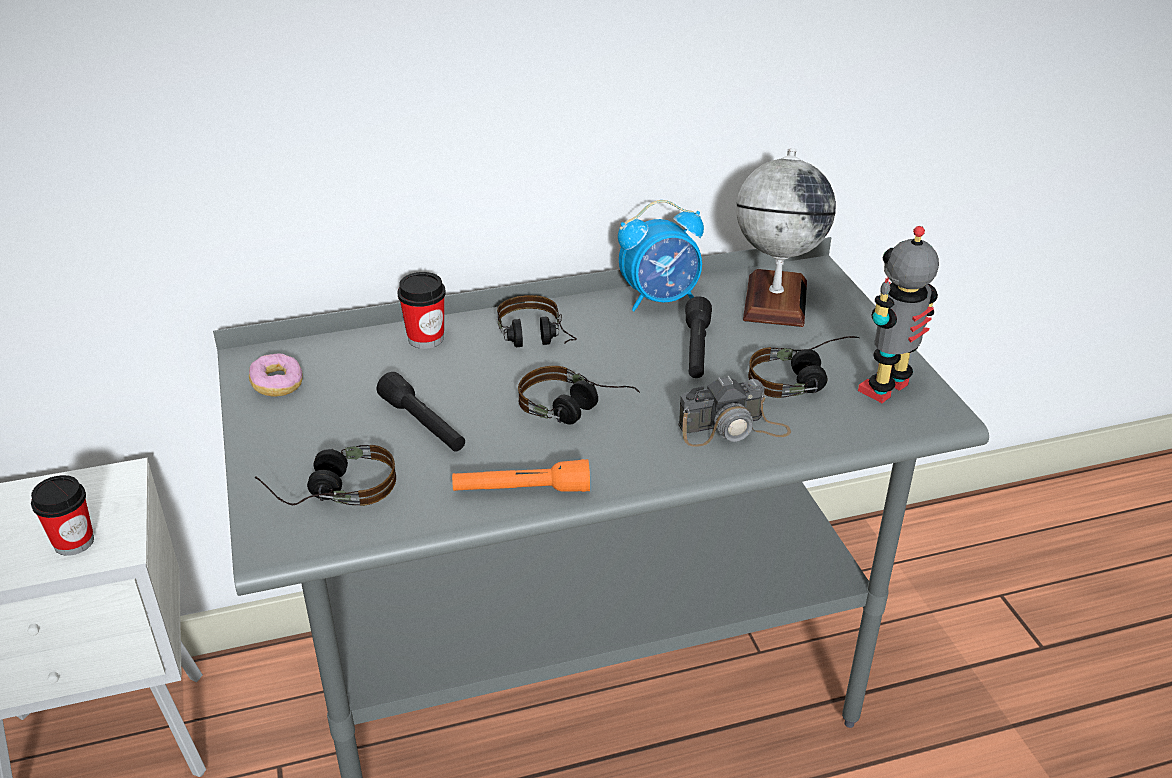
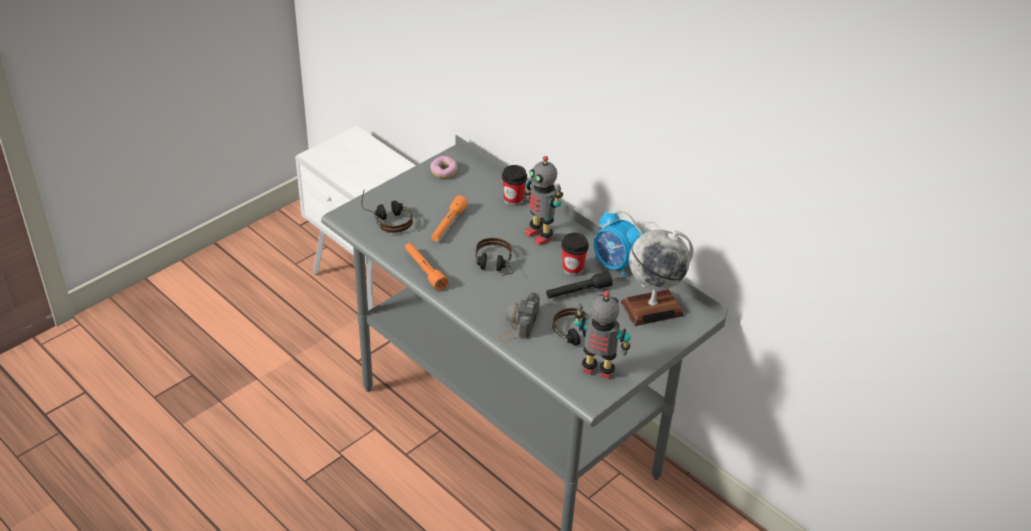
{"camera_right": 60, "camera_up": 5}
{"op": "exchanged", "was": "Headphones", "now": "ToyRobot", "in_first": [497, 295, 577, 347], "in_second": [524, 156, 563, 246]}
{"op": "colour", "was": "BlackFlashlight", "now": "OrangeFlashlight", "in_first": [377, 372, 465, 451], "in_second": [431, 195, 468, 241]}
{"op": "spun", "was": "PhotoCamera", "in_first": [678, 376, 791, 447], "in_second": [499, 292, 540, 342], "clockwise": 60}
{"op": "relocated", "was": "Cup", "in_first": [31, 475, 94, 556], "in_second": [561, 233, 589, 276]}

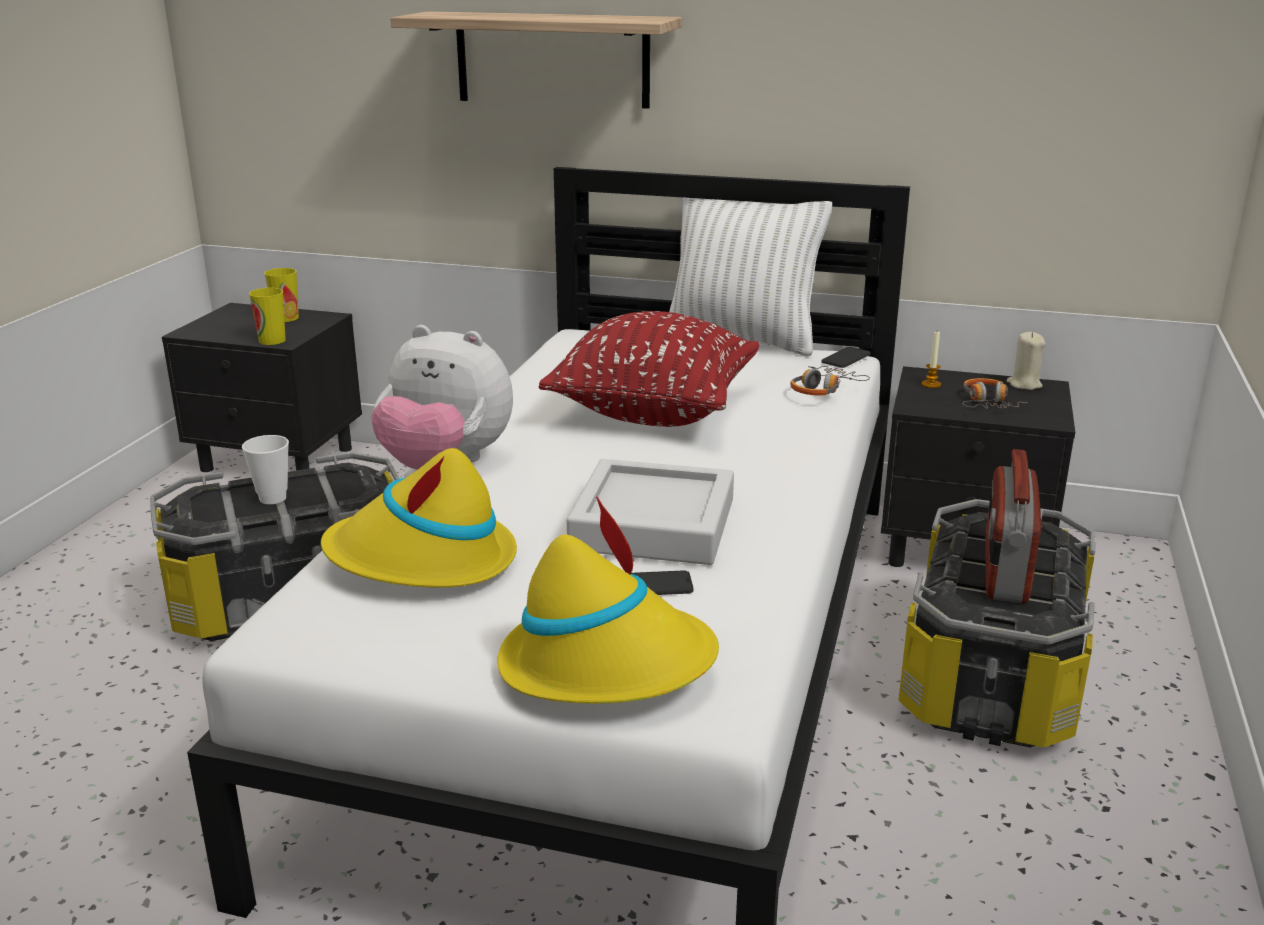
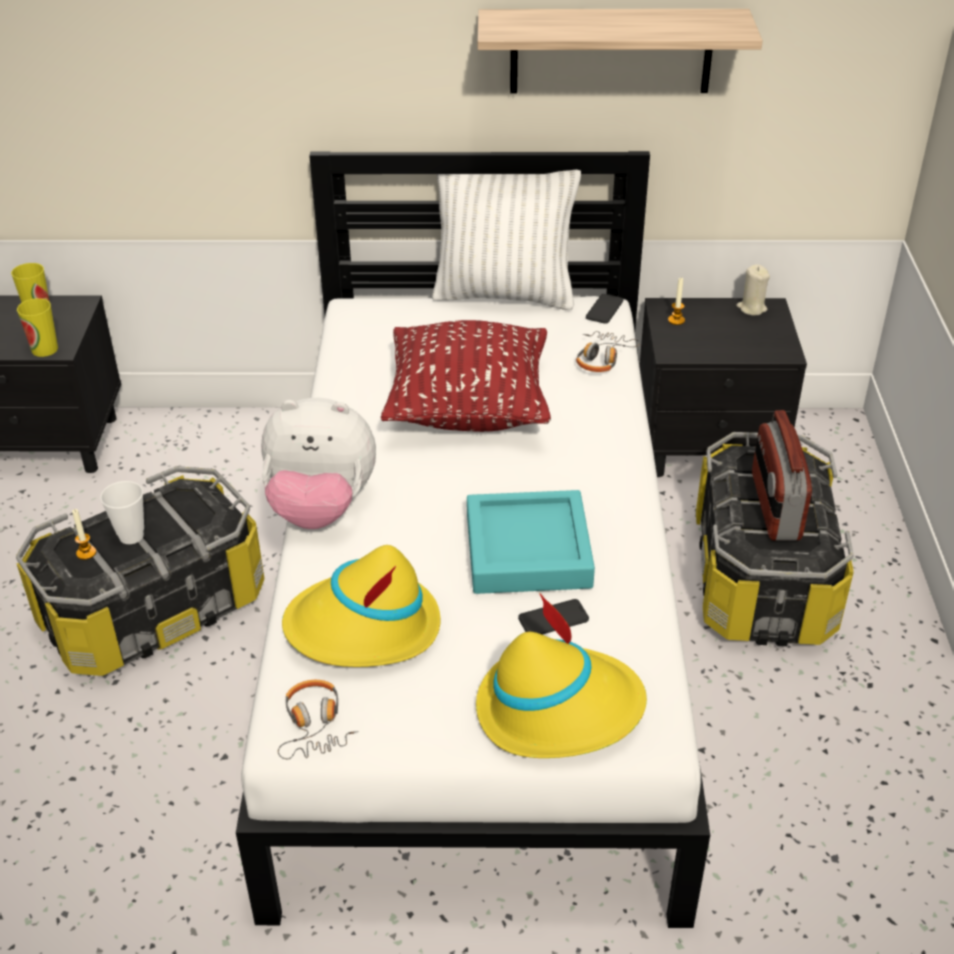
{"camera_right": -15, "camera_up": 15}
{"op": "relocated", "was": "Shelf", "in_first": [390, 11, 683, 109], "in_second": [477, 9, 763, 94]}
{"op": "relocated", "was": "Headphones", "in_first": [962, 378, 1028, 409], "in_second": [278, 680, 359, 759]}
{"op": "colour", "was": "GreyTray", "now": "TurquoiseTray", "in_first": [567, 459, 734, 565], "in_second": [467, 490, 595, 594]}
{"op": "appeared", "now": "Candle", "in_second": [72, 509, 96, 560]}

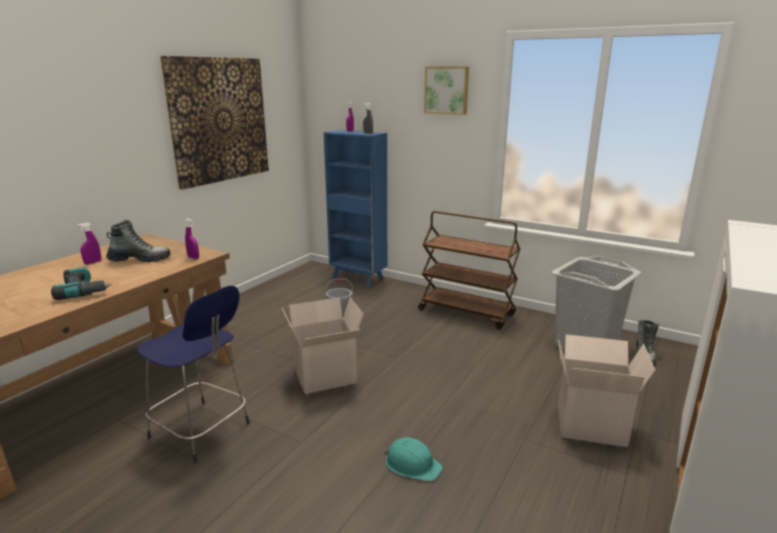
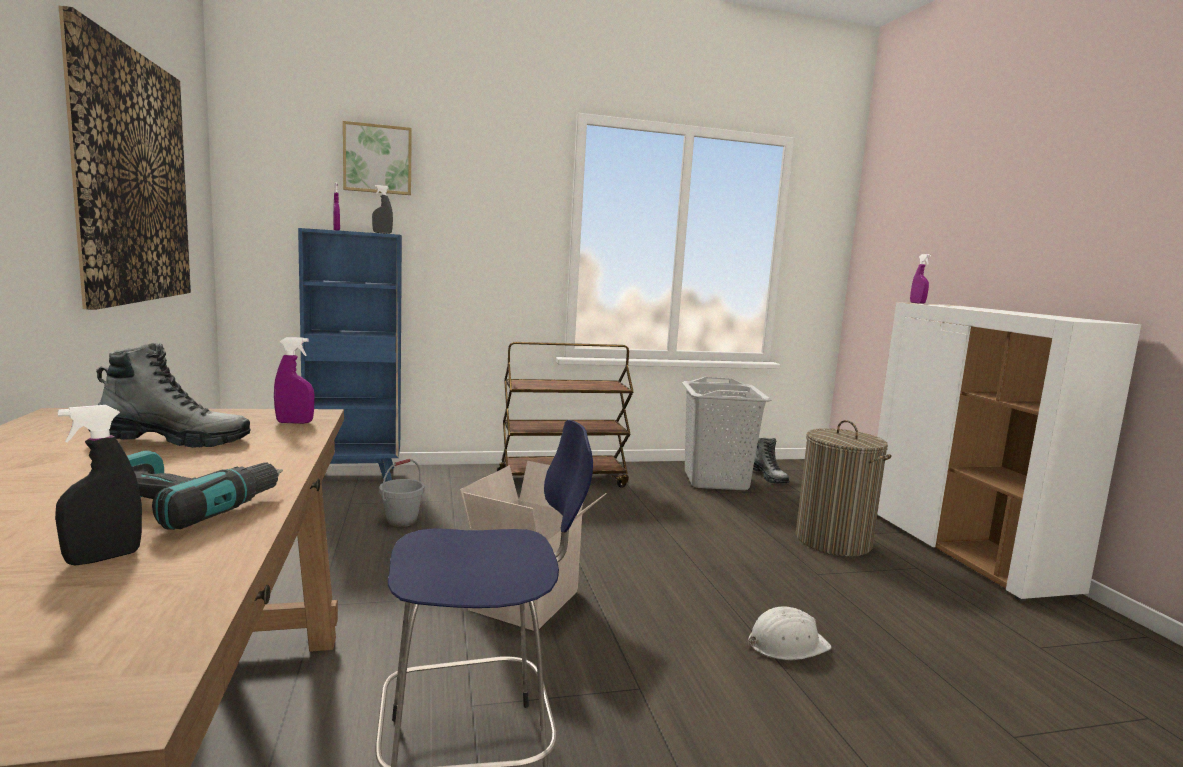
{"camera_right": -45, "camera_up": -10}
{"op": "relocated", "was": "Picture", "in_first": [424, 66, 469, 115], "in_second": [343, 121, 412, 195]}
{"op": "spun", "was": "Boot", "in_first": [106, 220, 170, 262], "in_second": [88, 343, 251, 448], "clockwise": 45}
{"op": "relocated", "was": "PurpleSprayBottle", "in_first": [77, 222, 101, 265], "in_second": [910, 254, 931, 304]}
{"op": "exchanged", "was": "CardboardBox", "now": "LaundryBasket", "in_first": [558, 334, 655, 447], "in_second": [796, 420, 892, 556]}
{"op": "colour", "was": "TurquoiseHardHat", "now": "WhiteHardHat", "in_first": [384, 437, 443, 481], "in_second": [748, 606, 831, 660]}
{"op": "appeared", "now": "BlackSprayBottle", "in_second": [55, 405, 142, 566]}

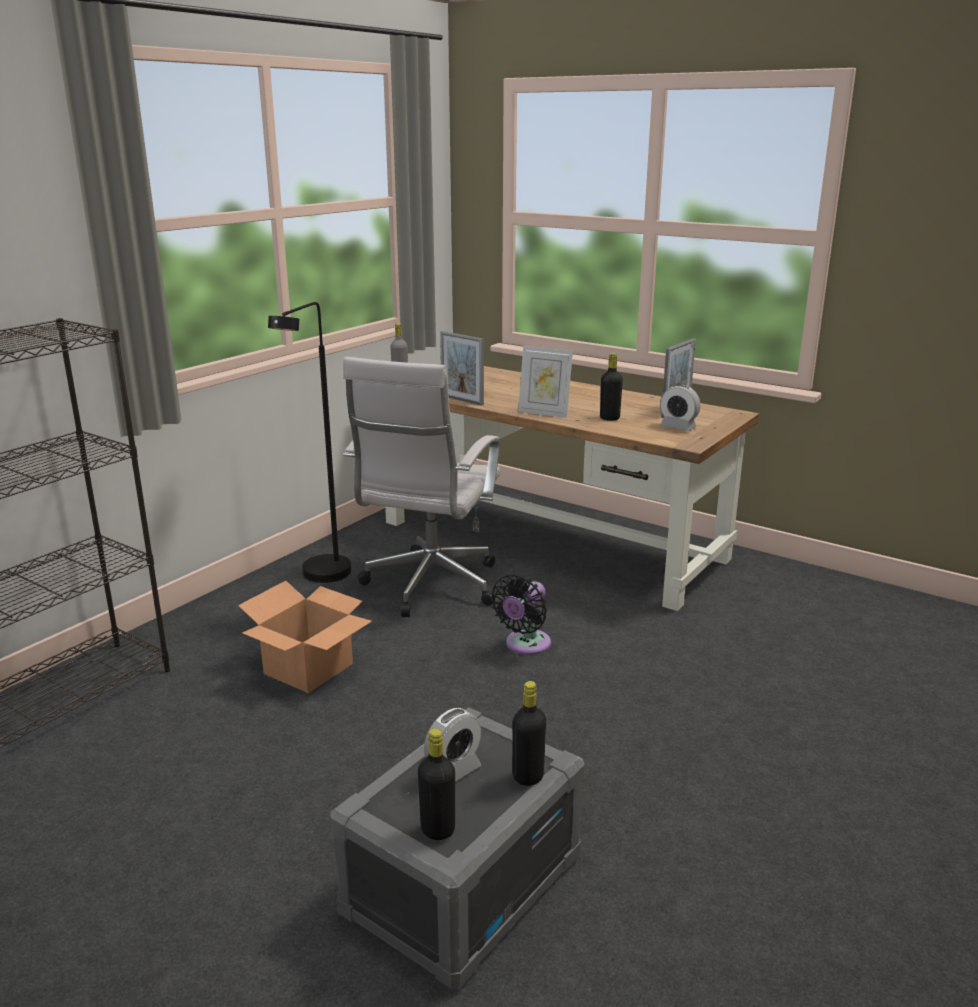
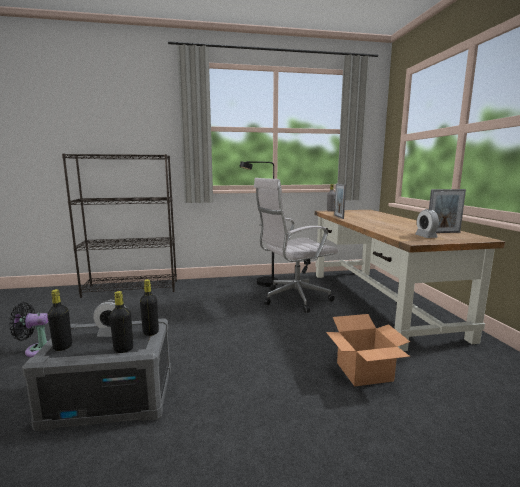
{"camera_right": 45, "camera_up": -10}
{"op": "missing", "was": "PictureFrame", "in_first": [518, 346, 573, 418]}
{"op": "relocated", "was": "BlackBottle", "in_first": [600, 353, 623, 421], "in_second": [140, 279, 159, 336]}
{"op": "relocated", "was": "BlackFan", "in_first": [491, 574, 551, 655], "in_second": [9, 302, 48, 357]}
{"op": "relocated", "was": "CardboardBox", "in_first": [238, 581, 372, 693], "in_second": [326, 314, 410, 387]}

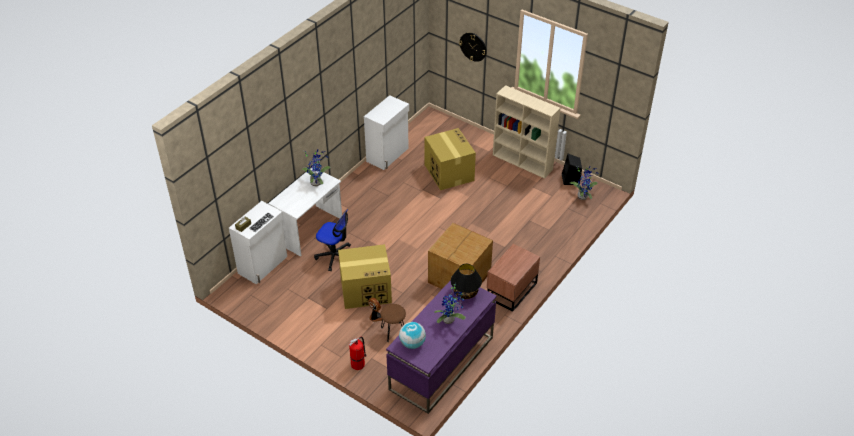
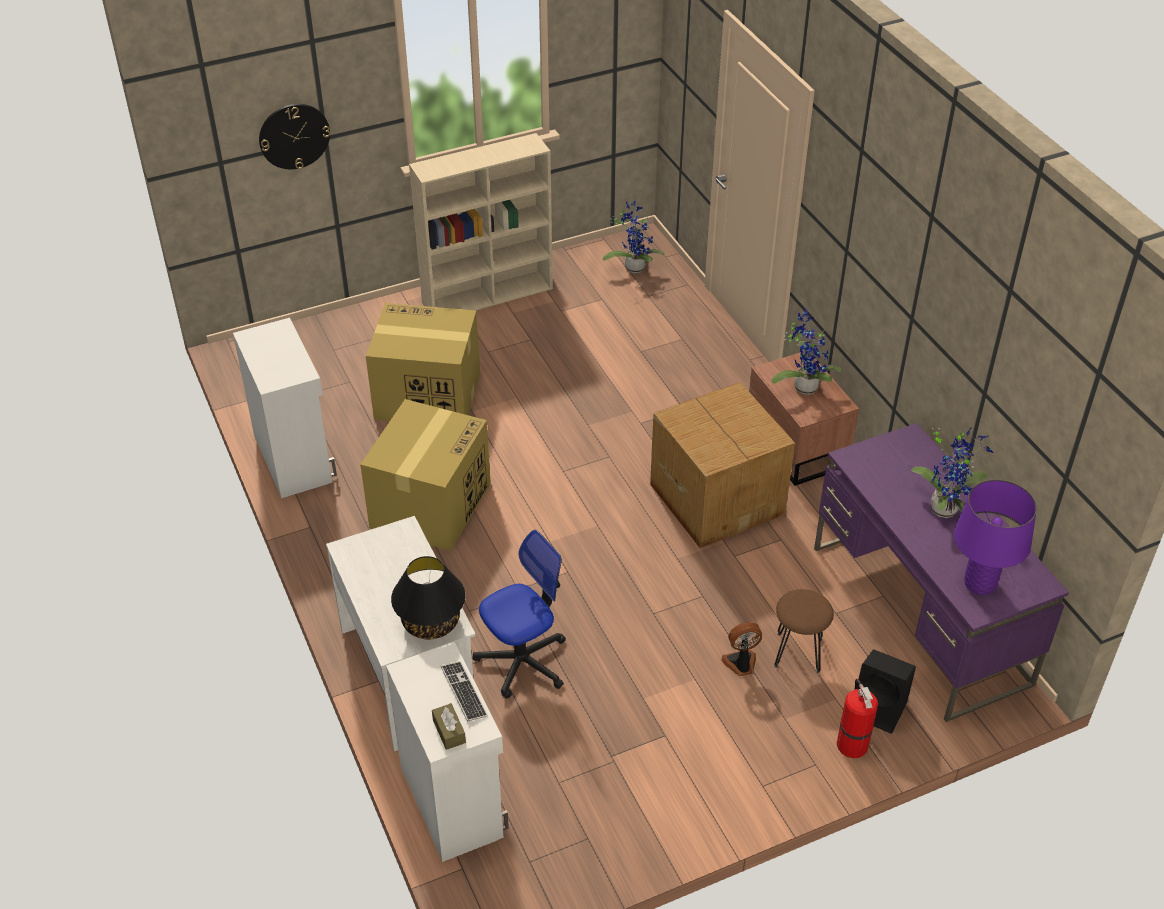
{"camera_right": -60, "camera_up": 0}
{"op": "relocated", "was": "PottedPlant", "in_first": [301, 149, 330, 186], "in_second": [771, 309, 842, 395]}
{"op": "relocated", "was": "BlackSpeaker", "in_first": [562, 154, 582, 185], "in_second": [858, 649, 916, 734]}
{"op": "relocated", "was": "CardboardBox", "in_first": [338, 244, 392, 309], "in_second": [360, 399, 491, 551]}
{"op": "relocated", "was": "BlackTableLamp", "in_first": [451, 264, 482, 299], "in_second": [391, 556, 465, 639]}
{"op": "exchanged", "was": "Globe", "now": "PurpleTableLamp", "in_first": [399, 322, 426, 349], "in_second": [954, 480, 1037, 595]}

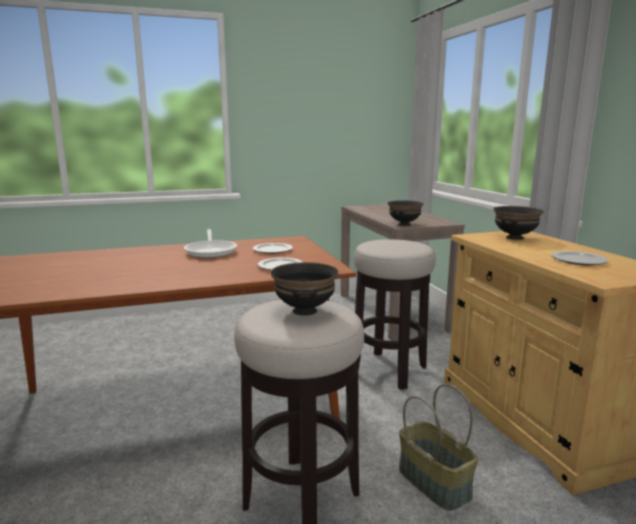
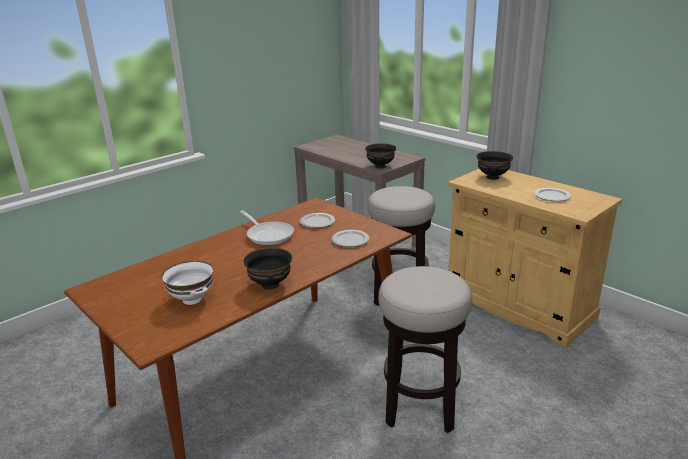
{"camera_right": -25, "camera_up": 10}
{"op": "relocated", "was": "BlackBowl", "in_first": [271, 262, 339, 316], "in_second": [243, 248, 292, 290]}
{"op": "missing", "was": "Basket", "in_first": [399, 384, 478, 511]}
{"op": "appeared", "now": "WhiteBowl", "in_second": [162, 261, 214, 305]}

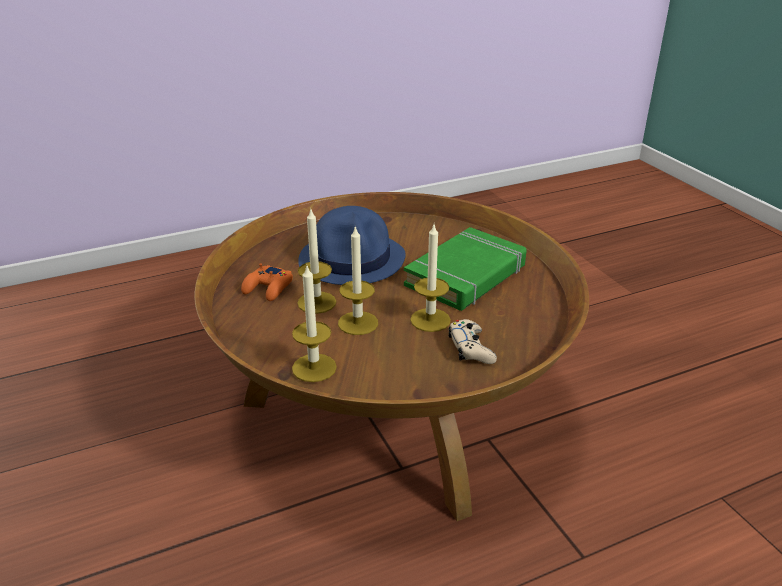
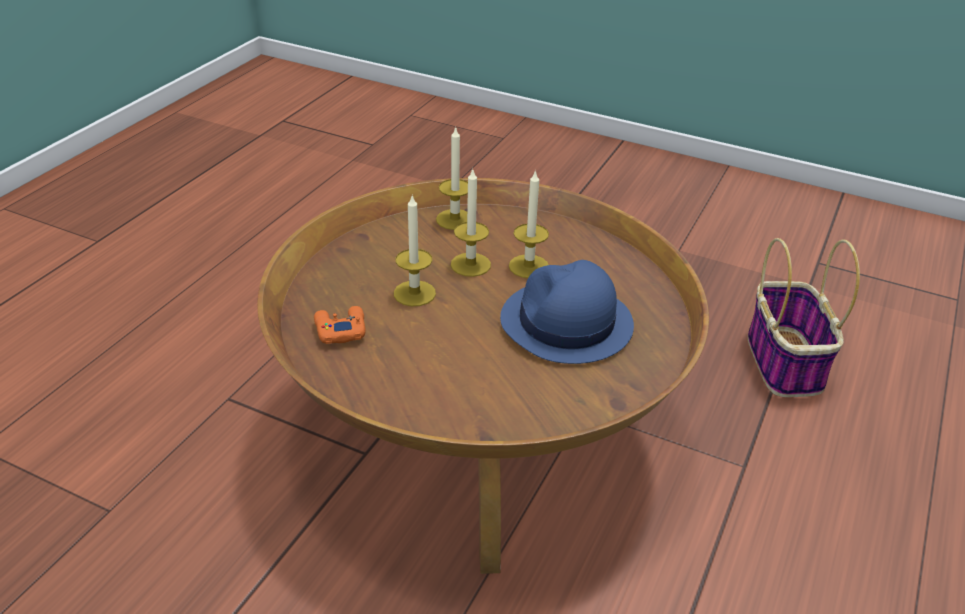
{"camera_right": 140, "camera_up": 5}
{"op": "missing", "was": "GreenBook", "in_first": [404, 227, 527, 311]}
{"op": "relocated", "was": "OrangeGameController", "in_first": [241, 263, 293, 301], "in_second": [314, 306, 365, 344]}
{"op": "missing", "was": "BeigeGameController", "in_first": [449, 319, 497, 364]}
{"op": "appeared", "now": "Basket", "in_second": [747, 238, 860, 397]}

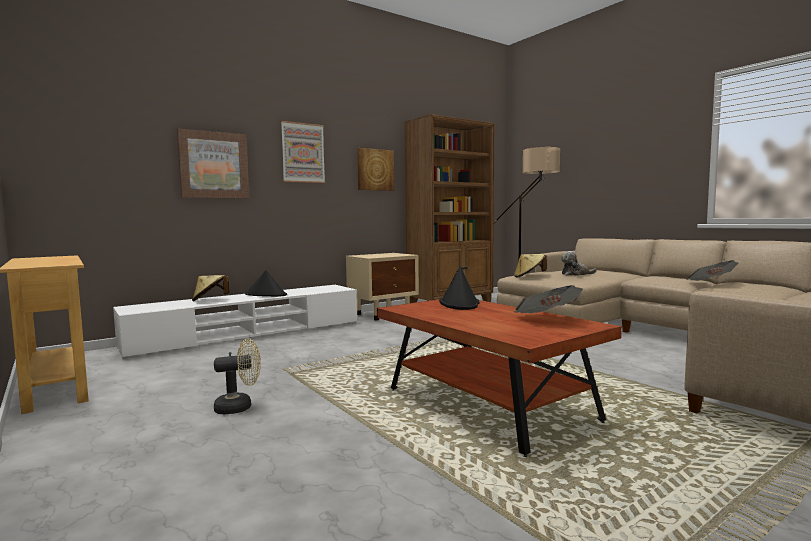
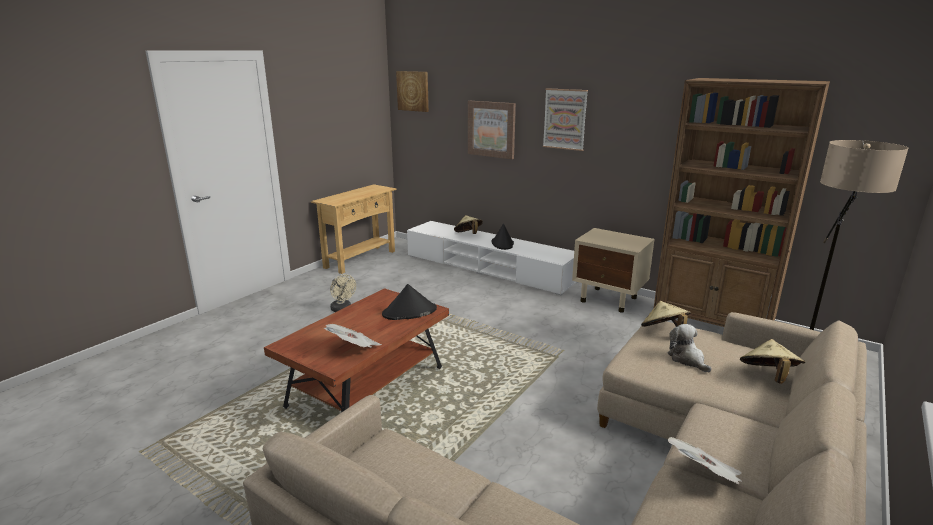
{"camera_right": 70, "camera_up": 15}
{"op": "relocated", "was": "Picture", "in_first": [357, 148, 394, 191], "in_second": [396, 71, 429, 112]}
{"op": "appeared", "now": "BeigeHat", "in_second": [740, 339, 805, 384]}

